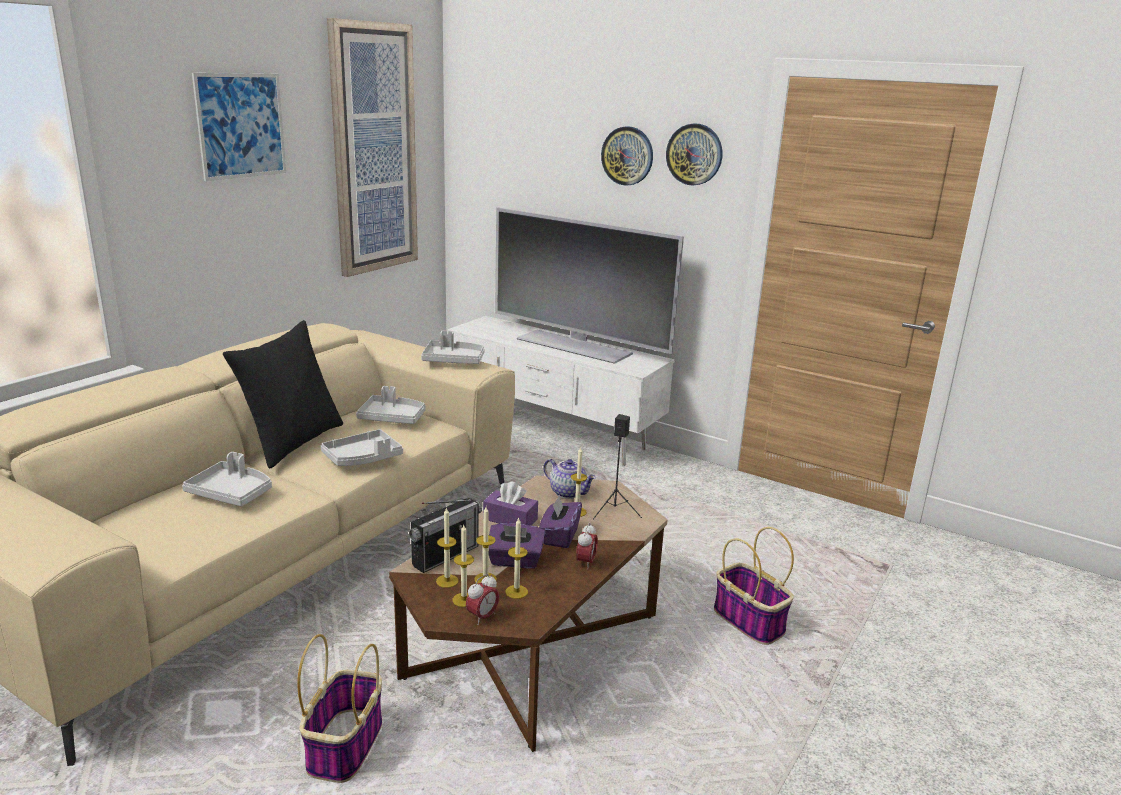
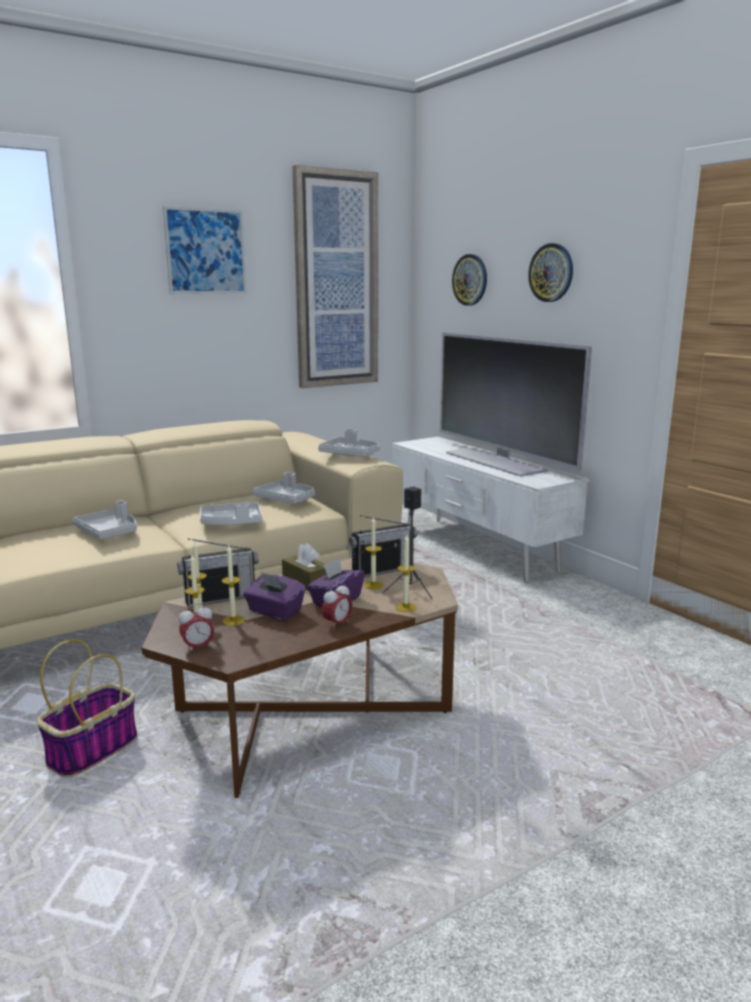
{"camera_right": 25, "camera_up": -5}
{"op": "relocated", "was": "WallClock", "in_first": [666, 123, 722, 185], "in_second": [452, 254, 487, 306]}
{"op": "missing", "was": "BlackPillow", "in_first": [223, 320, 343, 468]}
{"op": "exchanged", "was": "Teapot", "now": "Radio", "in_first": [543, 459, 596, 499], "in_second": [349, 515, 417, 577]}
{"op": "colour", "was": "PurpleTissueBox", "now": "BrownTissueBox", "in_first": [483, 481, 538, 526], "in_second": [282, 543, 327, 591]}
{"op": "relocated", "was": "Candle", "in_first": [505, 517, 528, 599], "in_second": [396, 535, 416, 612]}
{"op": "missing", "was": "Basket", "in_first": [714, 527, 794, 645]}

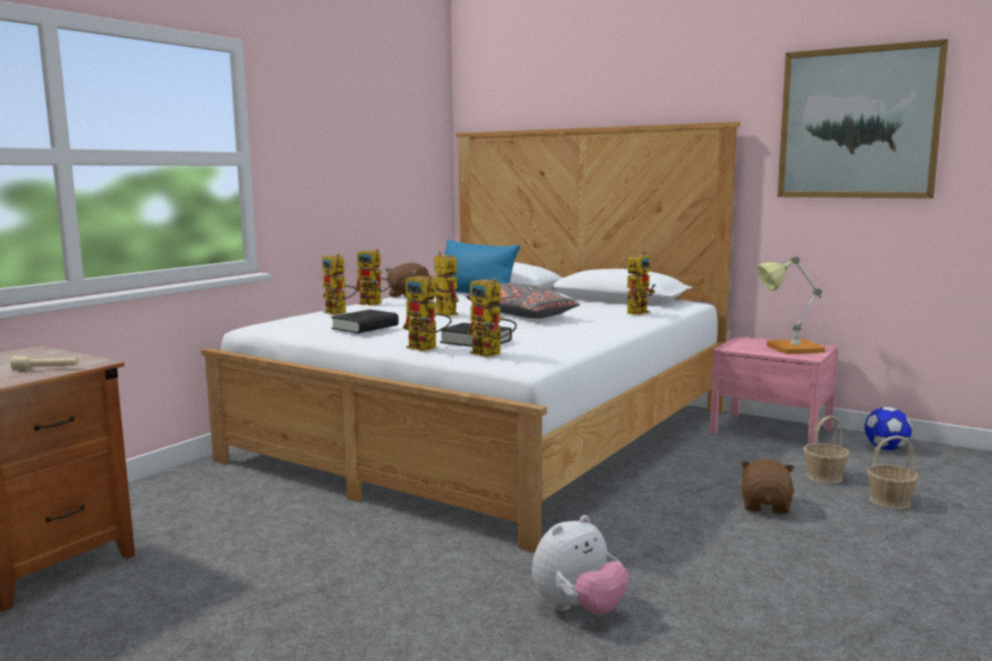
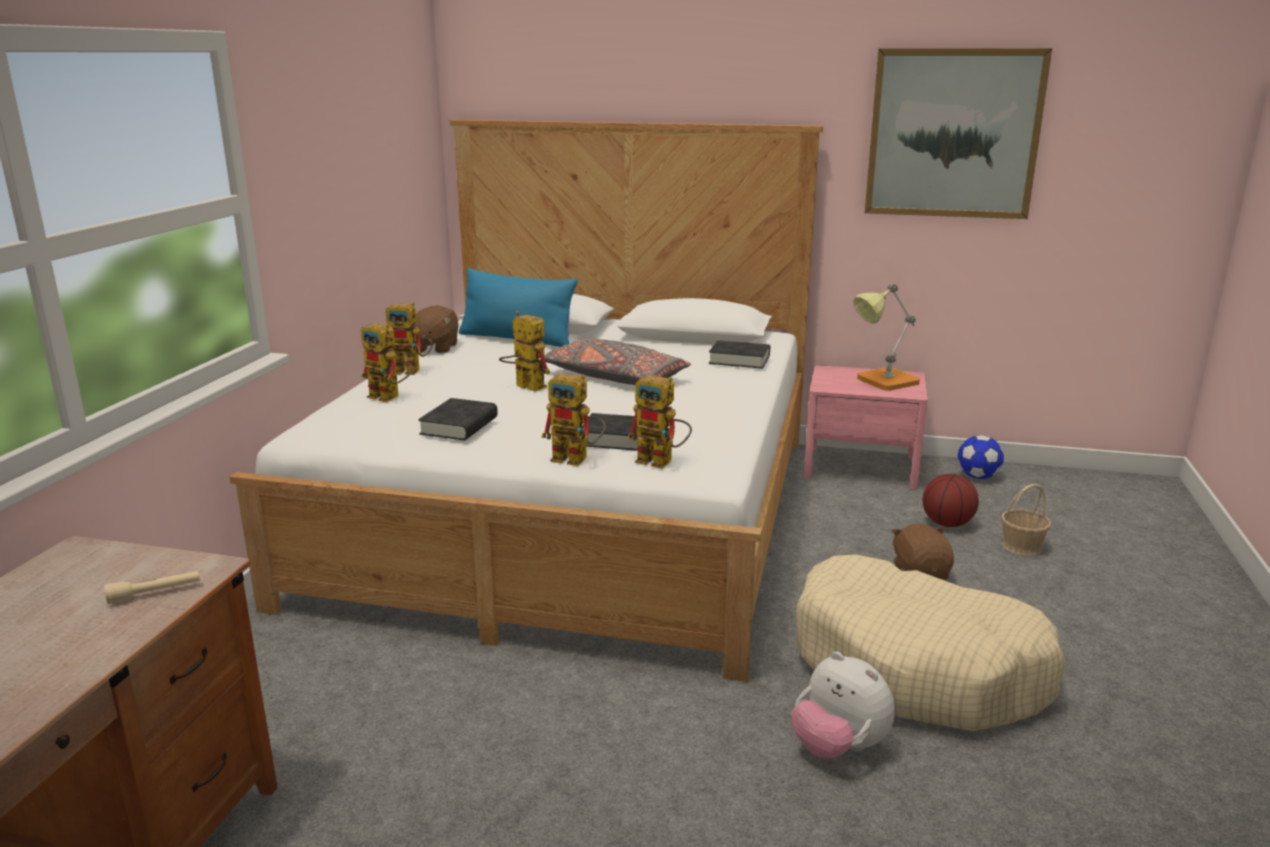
{"camera_right": -20, "camera_up": 10}
{"op": "exchanged", "was": "ToyRobot", "now": "BlackBook", "in_first": [627, 251, 656, 315], "in_second": [709, 340, 770, 369]}
{"op": "exchanged", "was": "Basket", "now": "Basketball", "in_first": [803, 416, 850, 484], "in_second": [923, 474, 979, 527]}
{"op": "spun", "was": "PlushToy", "in_first": [532, 515, 630, 615], "in_second": [792, 652, 895, 759], "clockwise": 105}
{"op": "appeared", "now": "BeigeDogBed", "in_second": [797, 554, 1067, 731]}

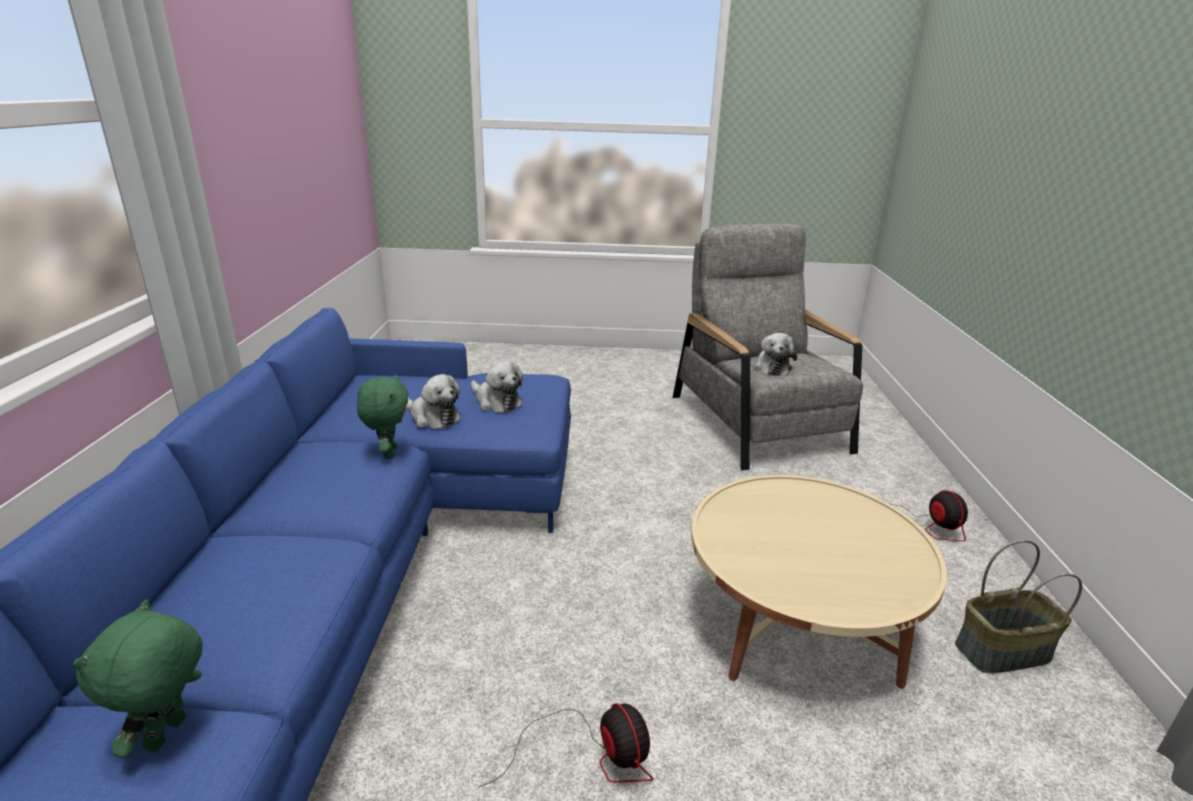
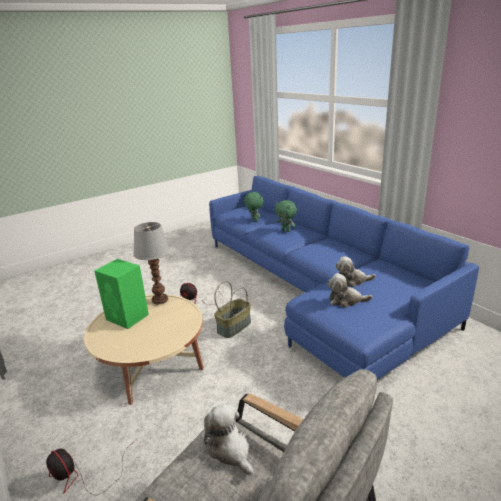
{"camera_right": 145, "camera_up": 0}
{"op": "relocated", "was": "GreenPlushToy", "in_first": [357, 374, 408, 459], "in_second": [275, 200, 297, 232]}
{"op": "relocated", "was": "Basket", "in_first": [955, 540, 1082, 673], "in_second": [214, 281, 251, 338]}
{"op": "appeared", "now": "TableLamp", "in_second": [133, 222, 170, 304]}
{"op": "appeared", "now": "GreenSpeaker", "in_second": [94, 259, 149, 329]}

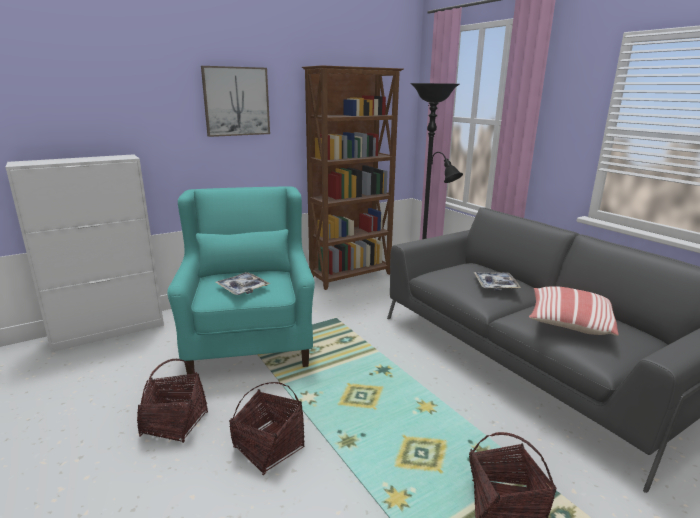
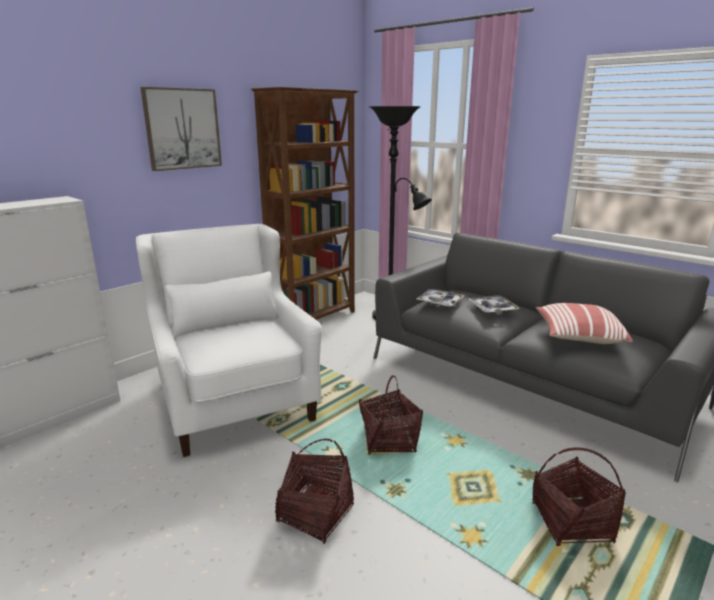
{"camera_right": -15, "camera_up": 0}
{"op": "colour", "was": "TurquoiseArmchair", "now": "WhiteArmchair", "in_first": [167, 187, 315, 379], "in_second": [136, 224, 322, 457]}
{"op": "relocated", "was": "Tray", "in_first": [216, 272, 270, 295], "in_second": [416, 289, 465, 307]}
{"op": "relocated", "was": "Basket", "in_first": [137, 359, 208, 443], "in_second": [359, 375, 423, 455]}

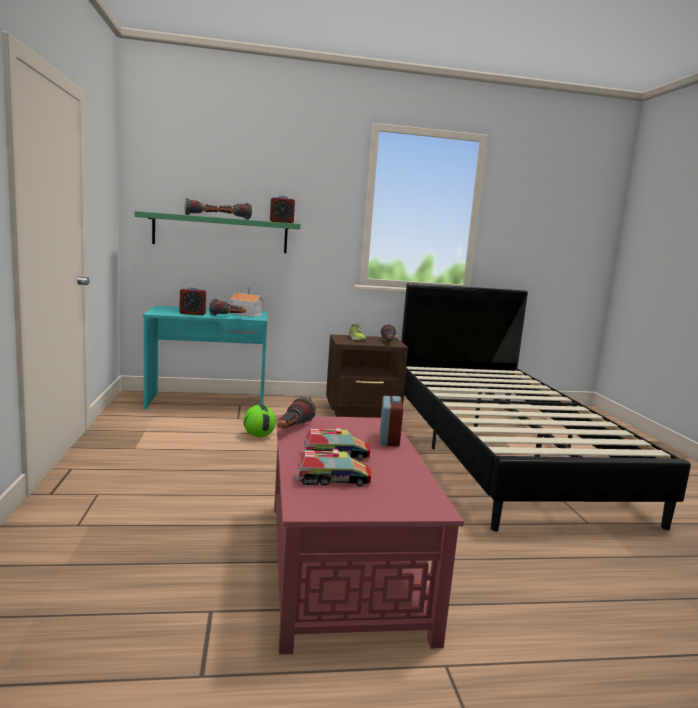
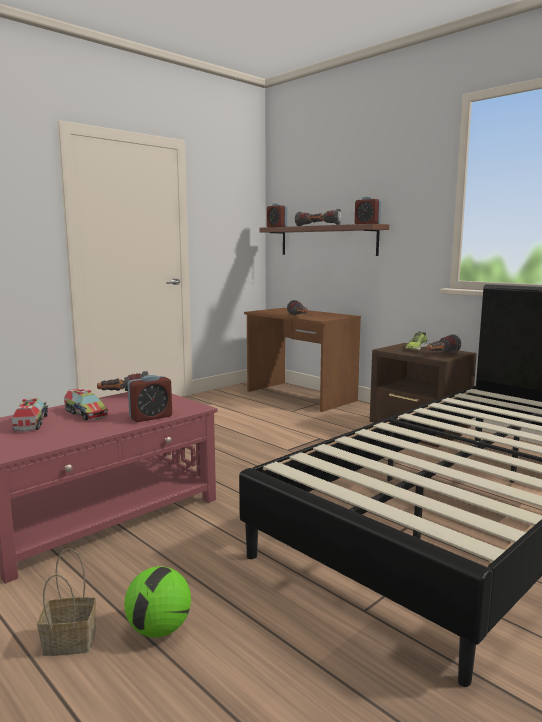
{"camera_right": 55, "camera_up": 0}
{"op": "colour", "was": "GreenShelf", "now": "BrownShelf", "in_first": [134, 211, 301, 253], "in_second": [260, 224, 389, 256]}
{"op": "relocated", "was": "AlarmClock", "in_first": [179, 287, 207, 315], "in_second": [267, 203, 287, 227]}
{"op": "missing", "was": "ToyHouse", "in_first": [230, 287, 264, 317]}
{"op": "colour", "was": "TurquoiseDesk", "now": "BrownDesk", "in_first": [143, 306, 267, 409], "in_second": [244, 308, 361, 412]}
{"op": "relocated", "was": "Football", "in_first": [244, 405, 276, 437], "in_second": [124, 566, 191, 638]}
{"op": "spun", "was": "ToyTruck", "in_first": [296, 449, 371, 486], "in_second": [11, 398, 48, 431], "clockwise": -150}
{"op": "appeared", "now": "Basket", "in_second": [37, 548, 96, 656]}

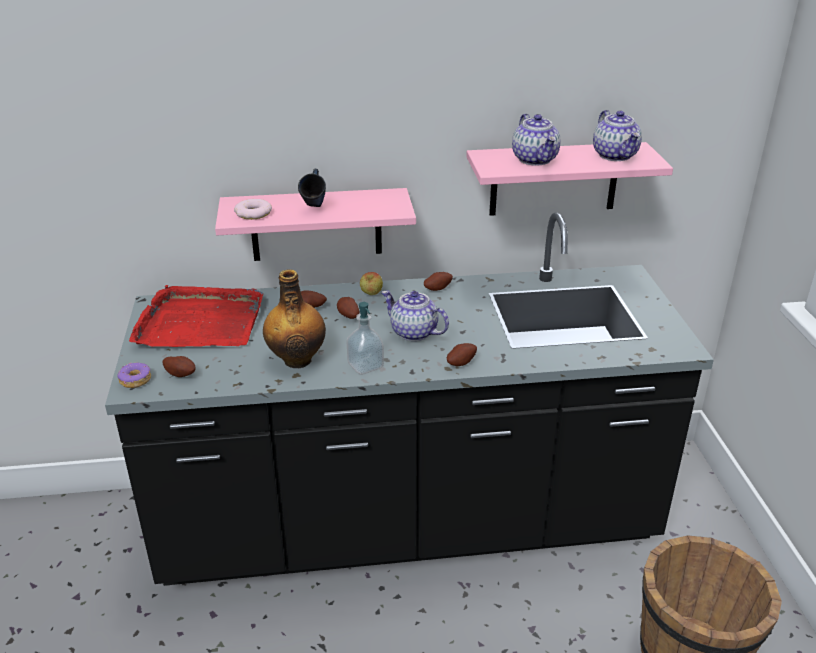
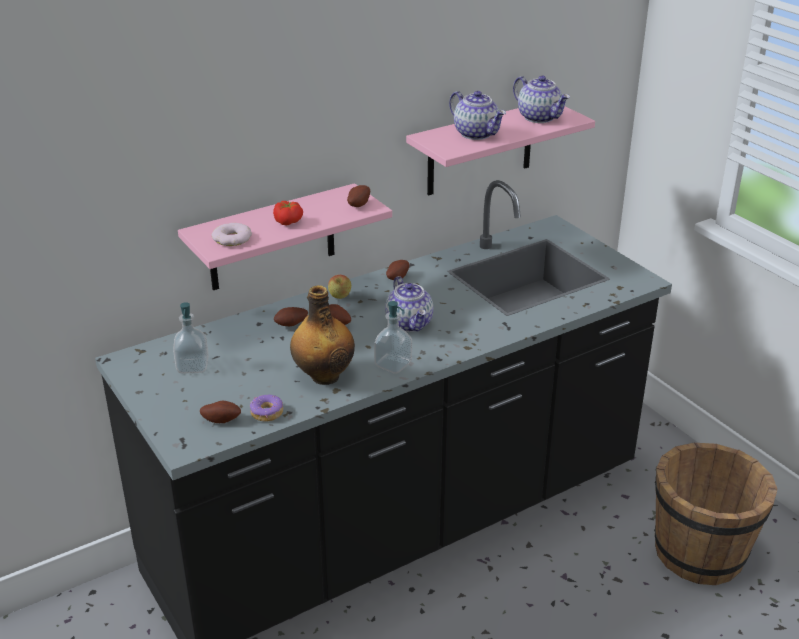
{"camera_right": -25, "camera_up": 0}
{"op": "exchanged", "was": "BlueMug", "now": "Tomato", "in_first": [298, 169, 326, 207], "in_second": [273, 201, 303, 225]}
{"op": "exchanged", "was": "RedTray", "now": "SoapDispenser", "in_first": [129, 285, 263, 347], "in_second": [173, 302, 209, 374]}
{"op": "spun", "was": "Teapot", "in_first": [381, 291, 449, 341], "in_second": [385, 276, 433, 332], "clockwise": -120}
{"op": "relocated", "was": "Potato", "in_first": [447, 343, 477, 366], "in_second": [347, 185, 370, 207]}
{"op": "relocated", "was": "Donut", "in_first": [117, 362, 151, 388], "in_second": [250, 395, 283, 422]}

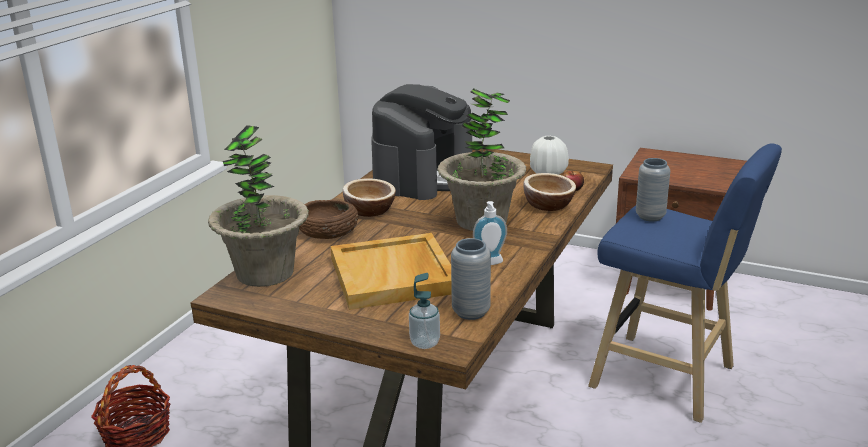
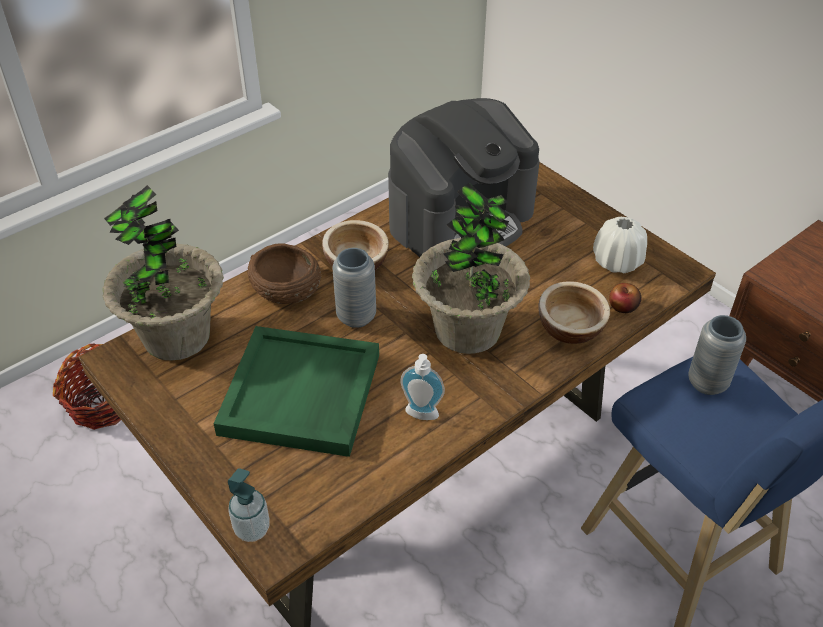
{"camera_right": 25, "camera_up": 20}
{"op": "colour", "was": "BeigeTray", "now": "GreenTray", "in_first": [331, 233, 452, 310], "in_second": [214, 326, 379, 457]}
{"op": "relocated", "was": "GreyVase", "in_first": [451, 238, 491, 320], "in_second": [332, 248, 376, 328]}

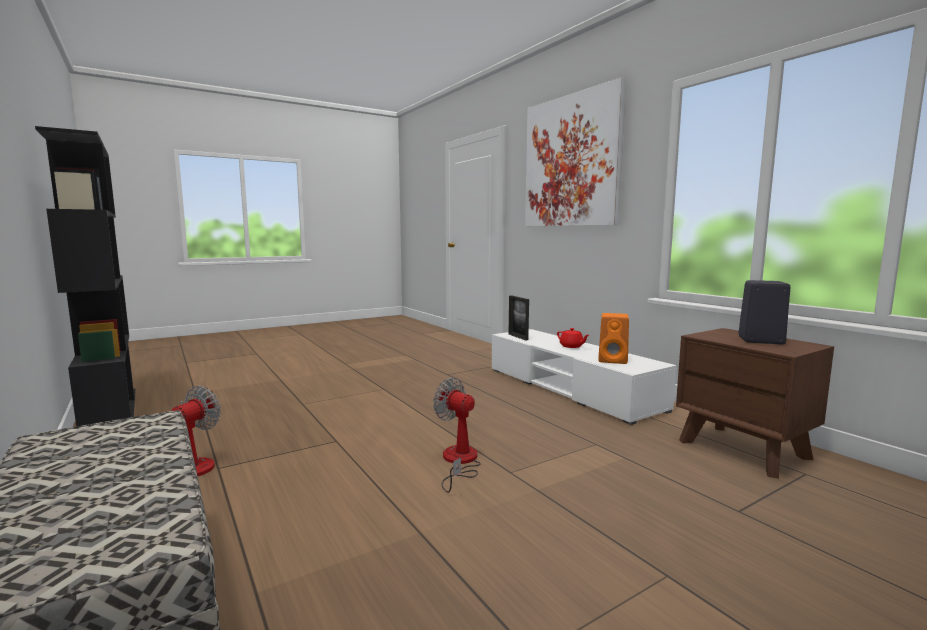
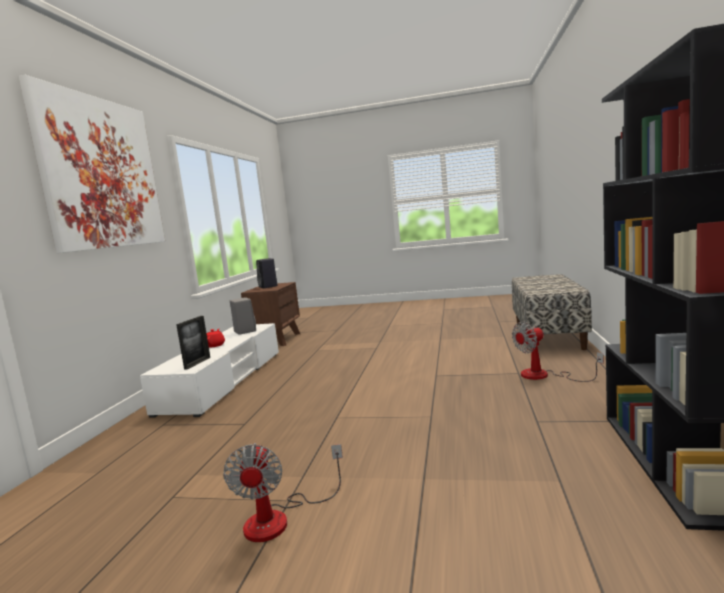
{"camera_right": -135, "camera_up": 0}
{"op": "colour", "was": "OrangeSpeaker", "now": "GreySpeaker", "in_first": [598, 313, 629, 364], "in_second": [230, 297, 256, 335]}
{"op": "relocated", "was": "Fan", "in_first": [433, 378, 481, 493], "in_second": [223, 443, 343, 542]}

